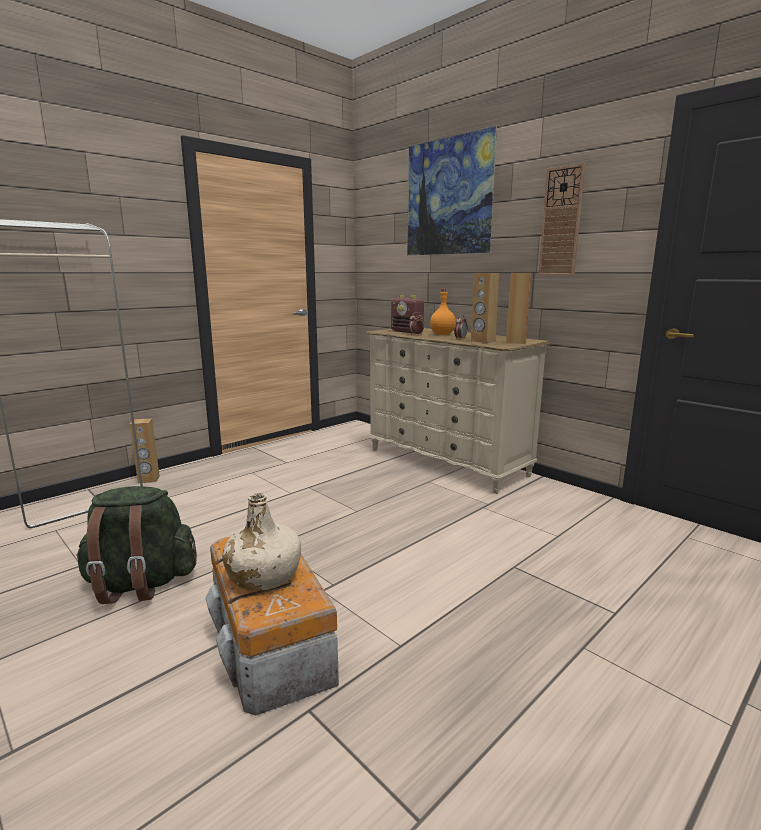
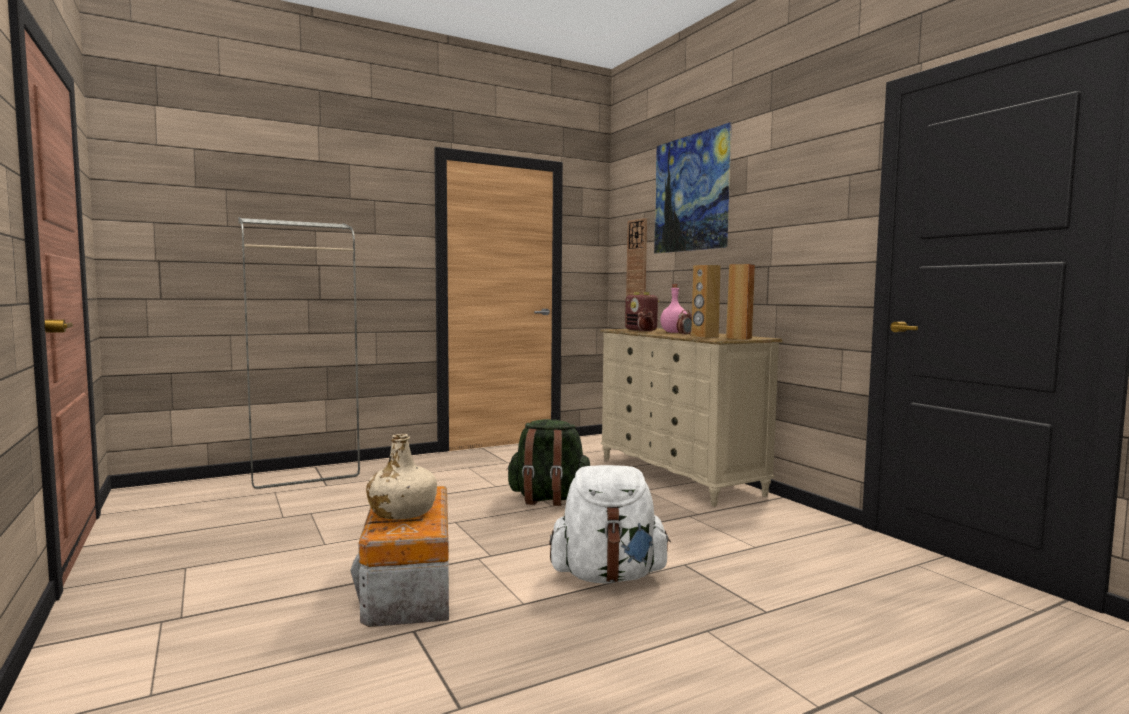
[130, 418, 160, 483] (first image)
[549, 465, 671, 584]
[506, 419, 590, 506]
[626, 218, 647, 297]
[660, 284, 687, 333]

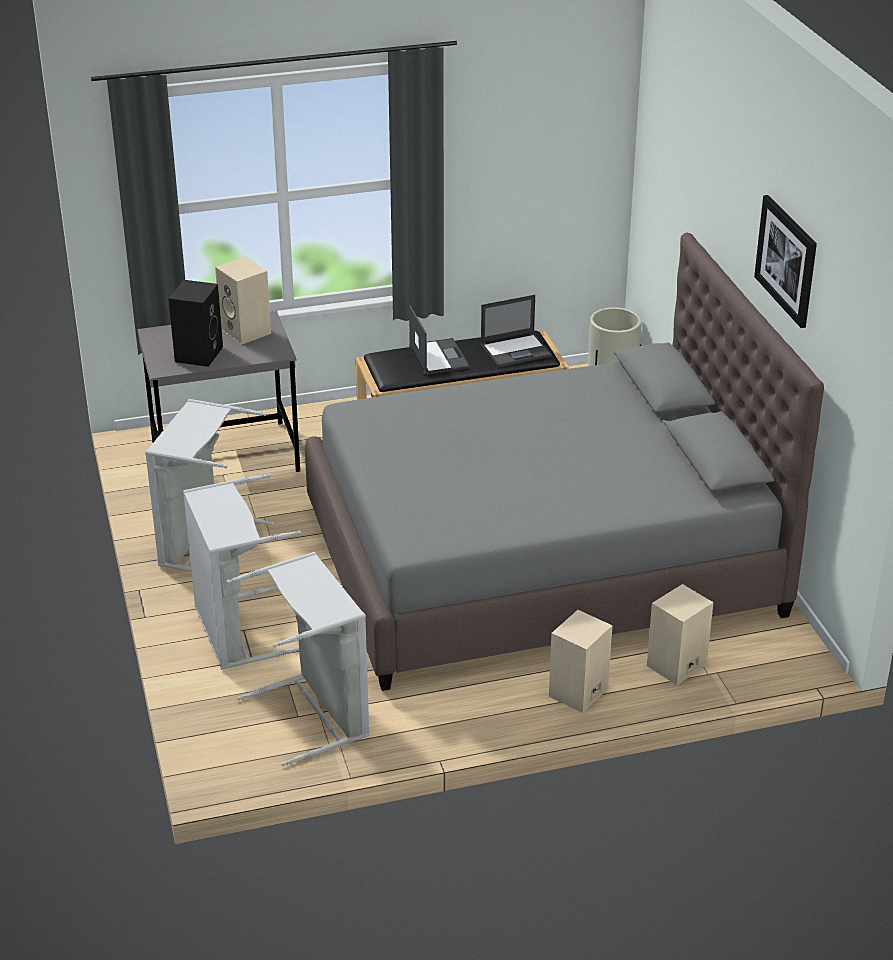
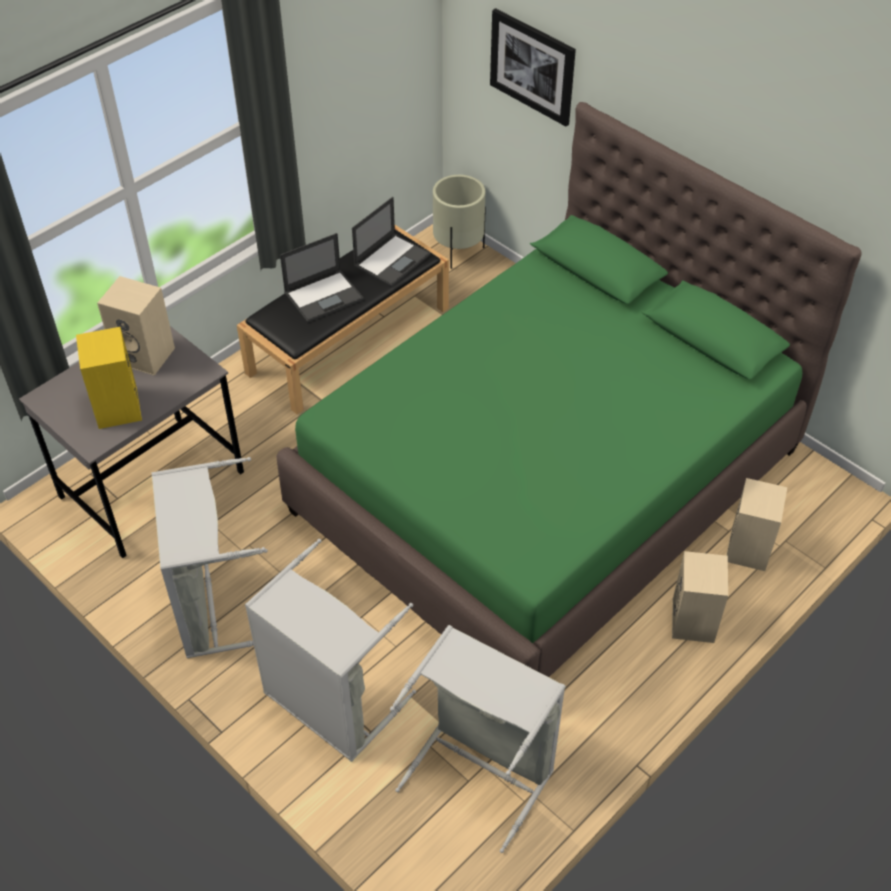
[490, 8, 576, 126]
[76, 327, 142, 429]
[276, 102, 862, 677]
[280, 233, 364, 322]

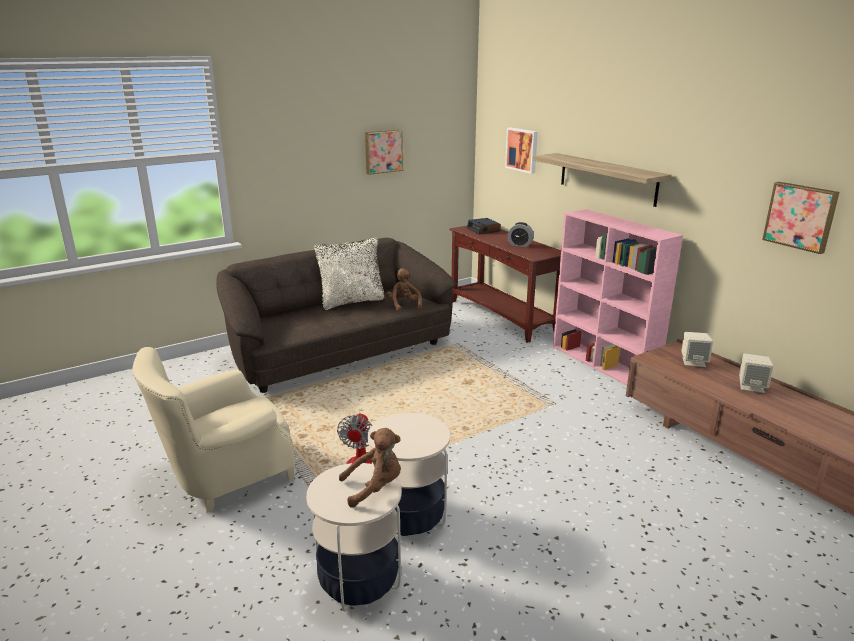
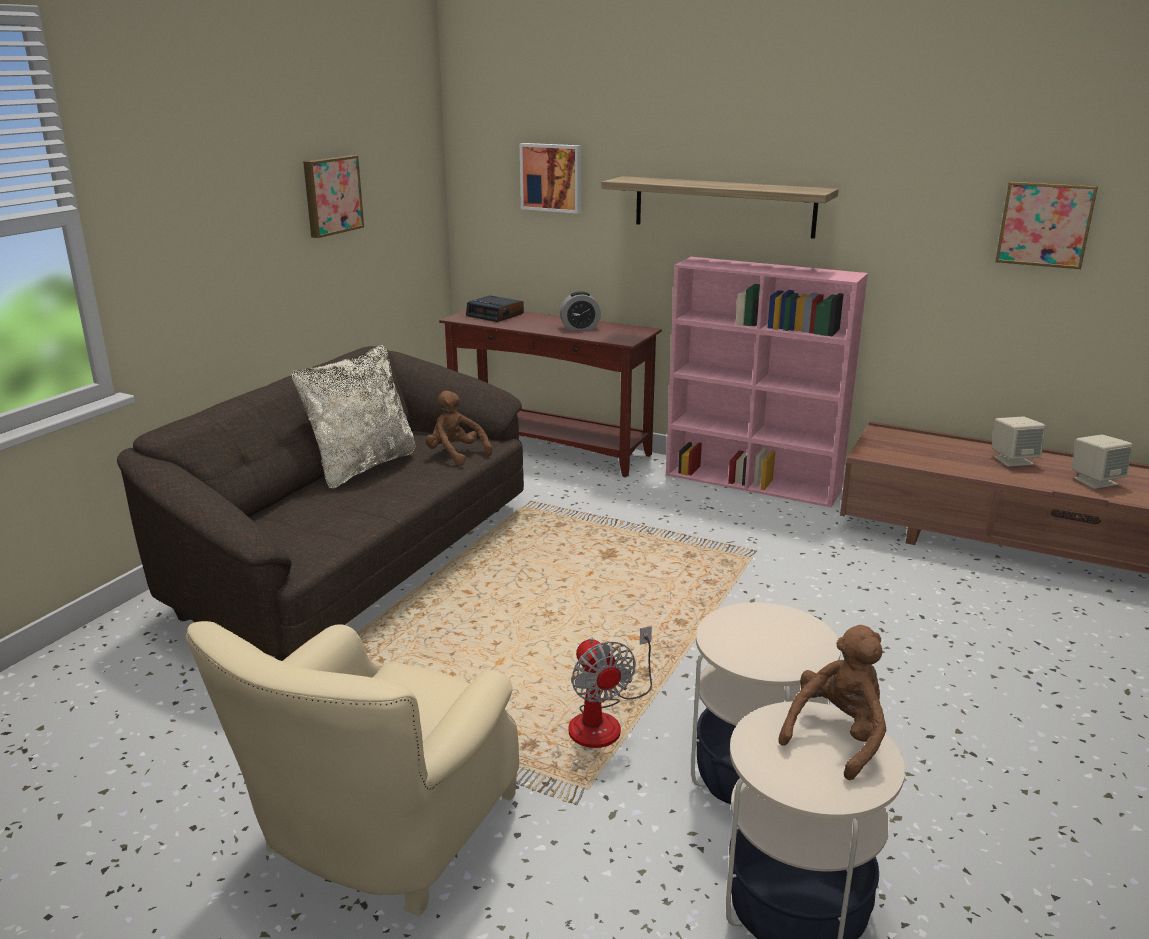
[1072, 434, 1132, 489]

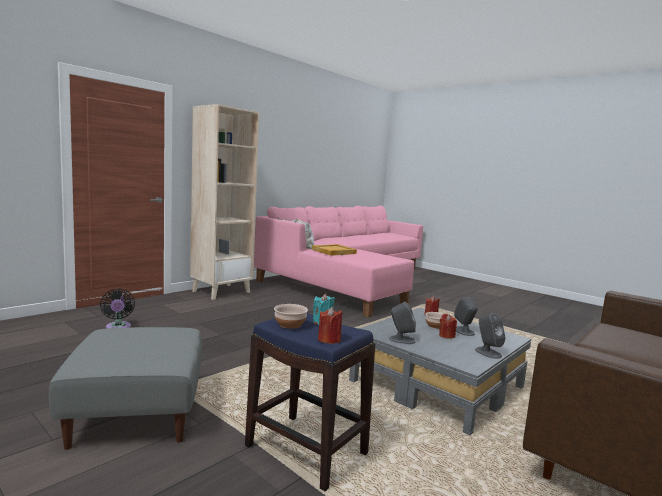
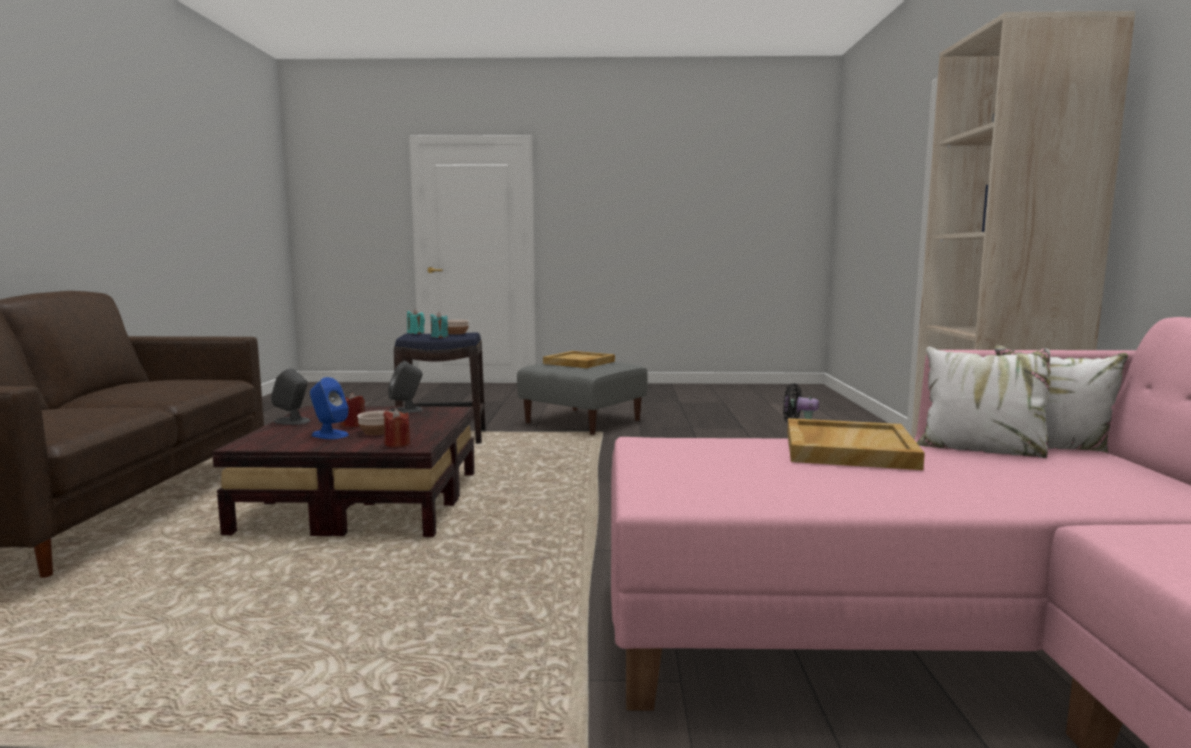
[543, 351, 615, 368]
[407, 309, 425, 334]
[212, 406, 475, 537]
[310, 377, 349, 439]

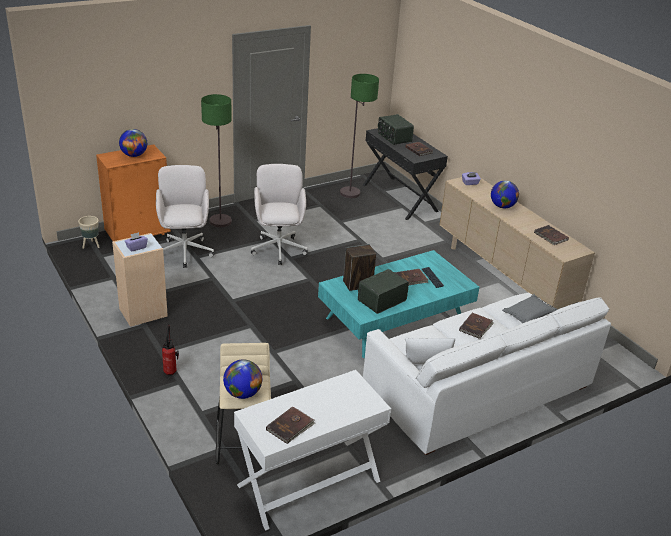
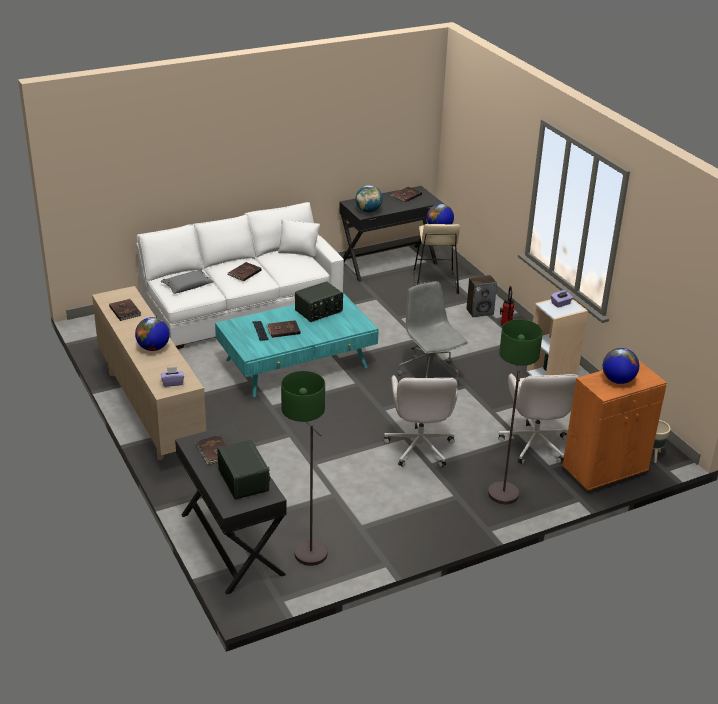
[356, 185, 383, 213]
[397, 281, 468, 382]
[466, 275, 497, 317]
[339, 186, 443, 282]

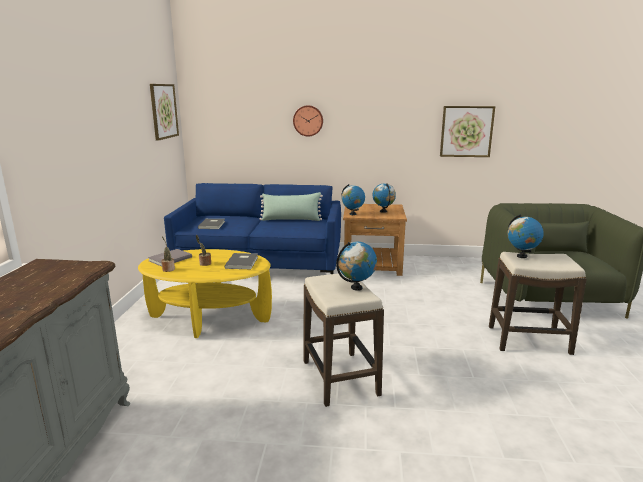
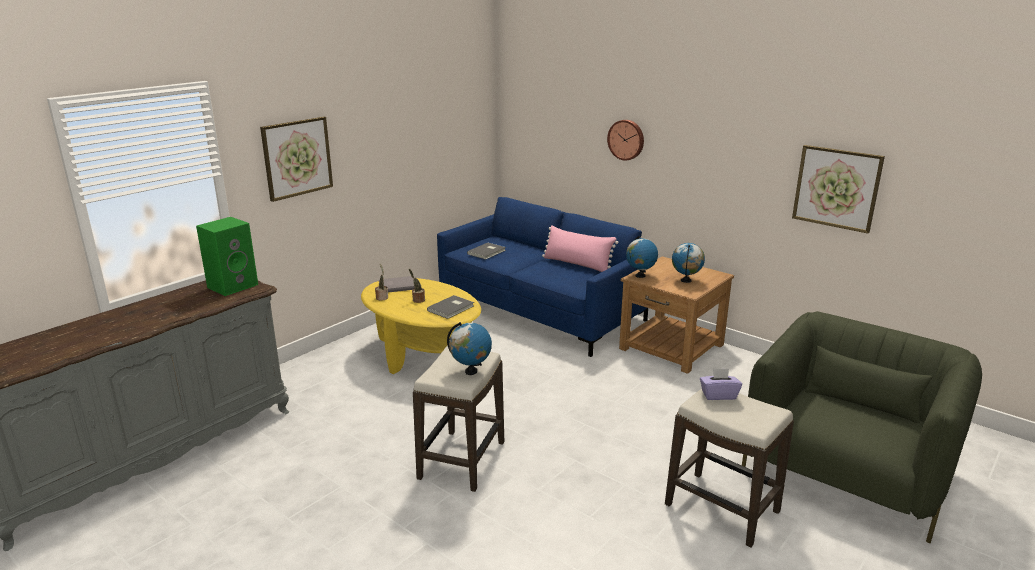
[196, 217, 258, 296]
[260, 116, 333, 202]
[700, 368, 742, 400]
[542, 225, 619, 272]

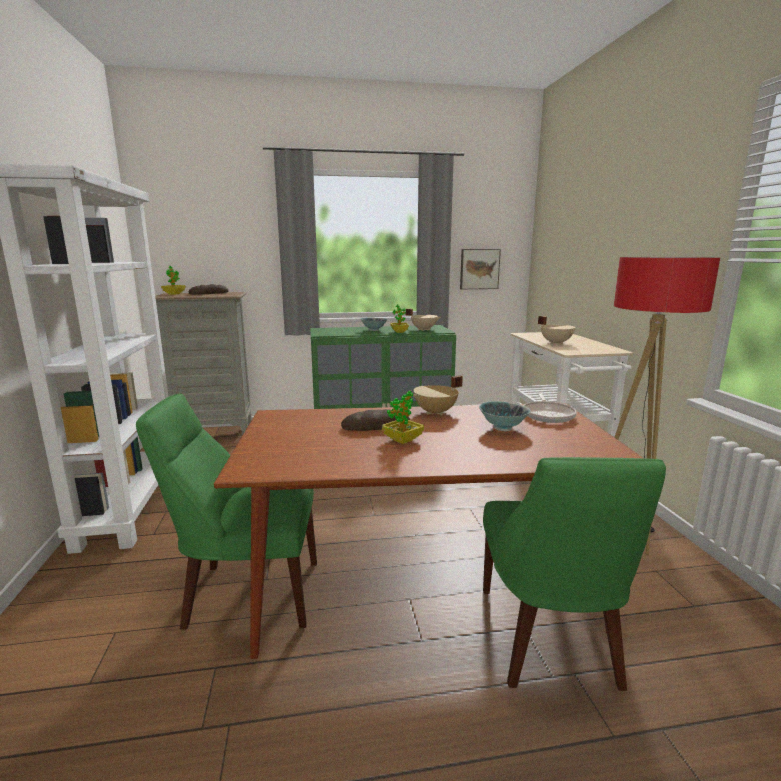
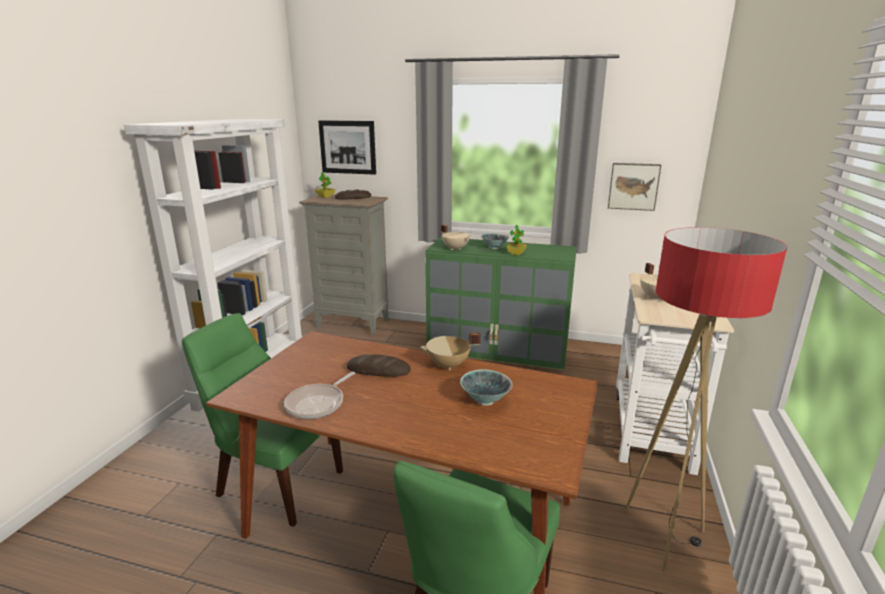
[382, 391, 424, 444] (first image)
[318, 120, 376, 175]
[441, 225, 470, 250]
[284, 372, 355, 419]

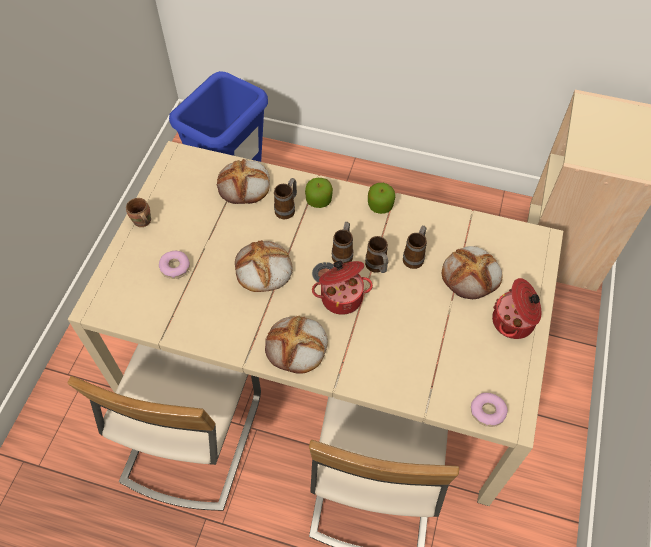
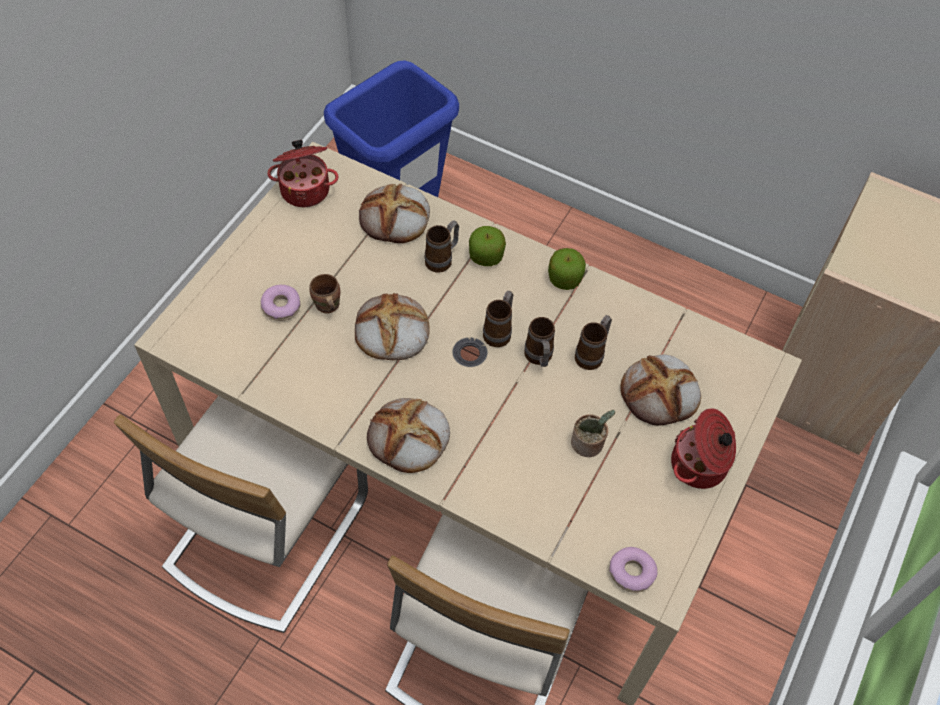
[571, 410, 615, 457]
[309, 274, 340, 313]
[267, 140, 339, 207]

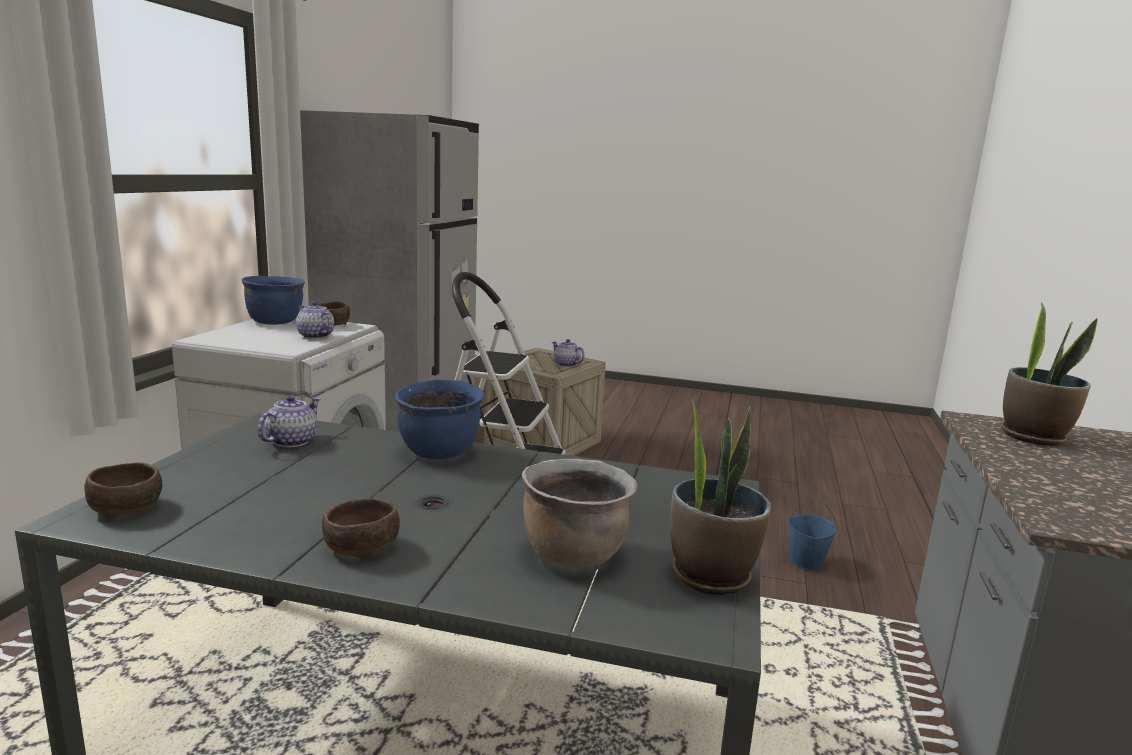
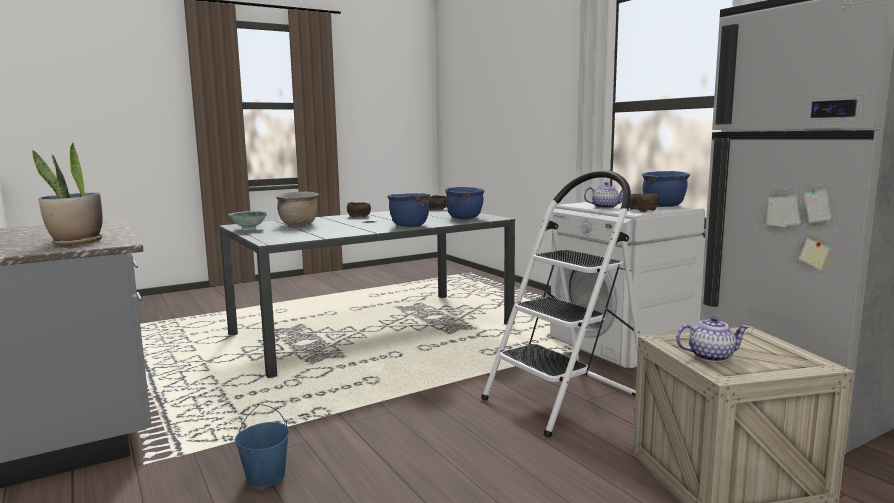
[445, 187, 485, 219]
[229, 211, 267, 230]

